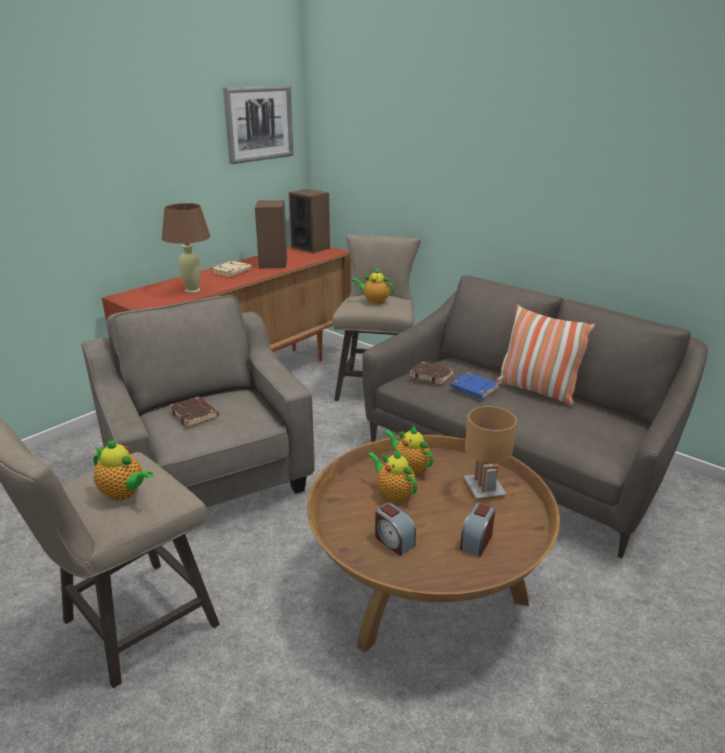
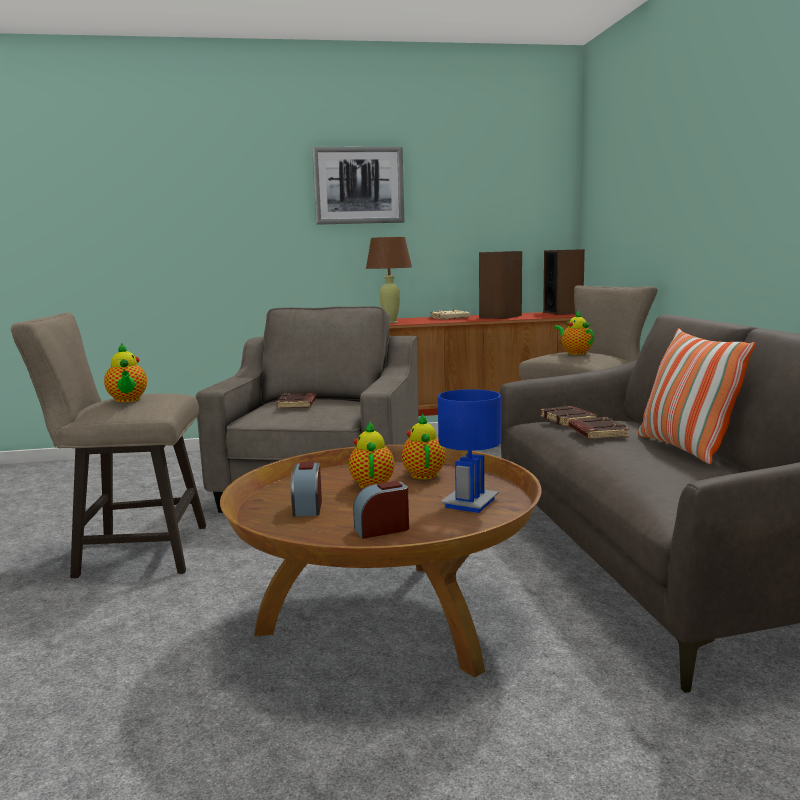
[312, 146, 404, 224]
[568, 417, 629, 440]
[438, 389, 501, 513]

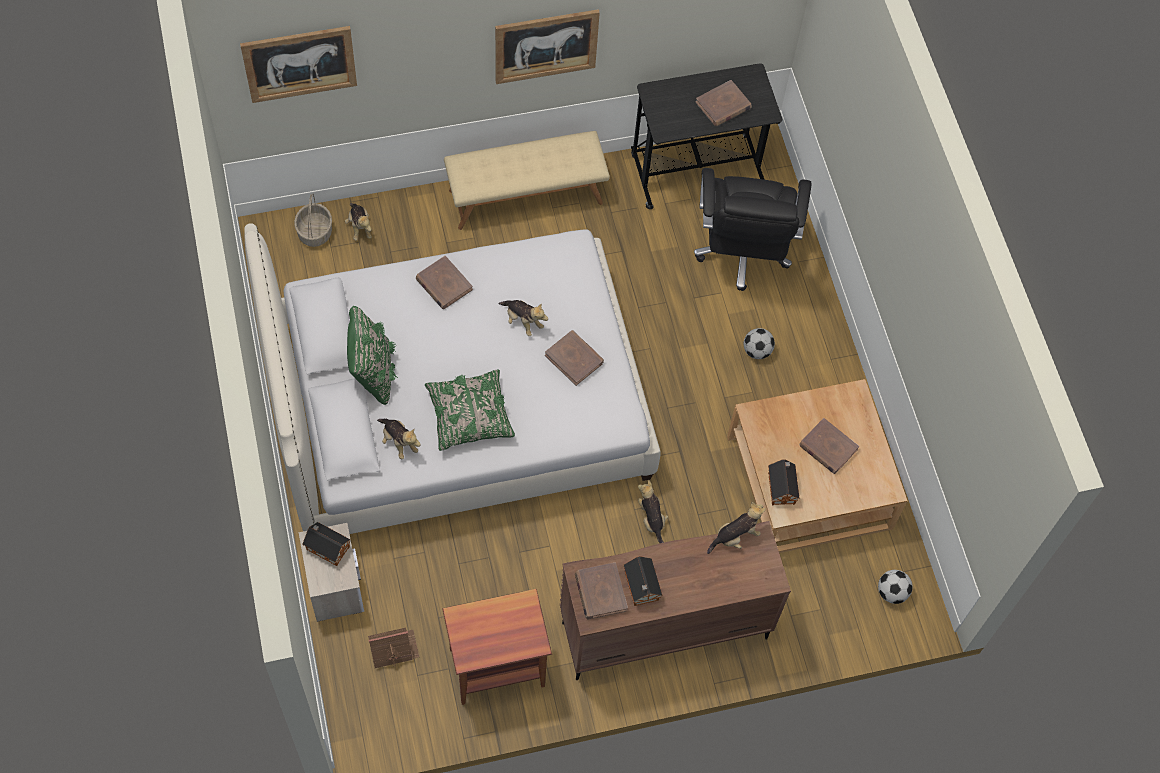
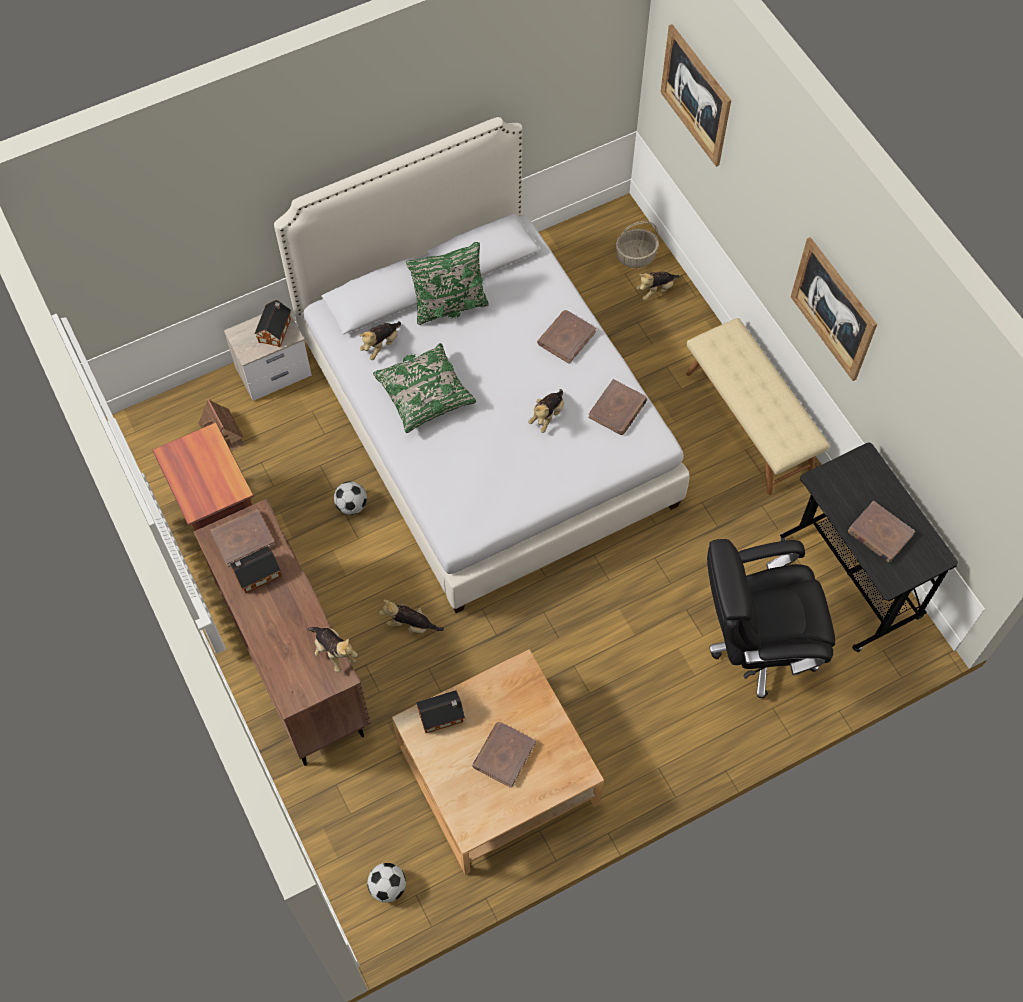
[588, 379, 647, 435]
[334, 481, 367, 515]
[379, 600, 444, 633]

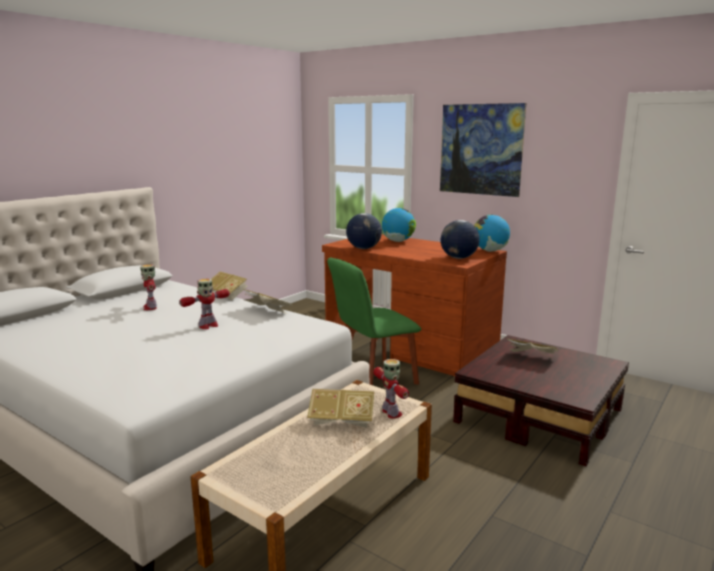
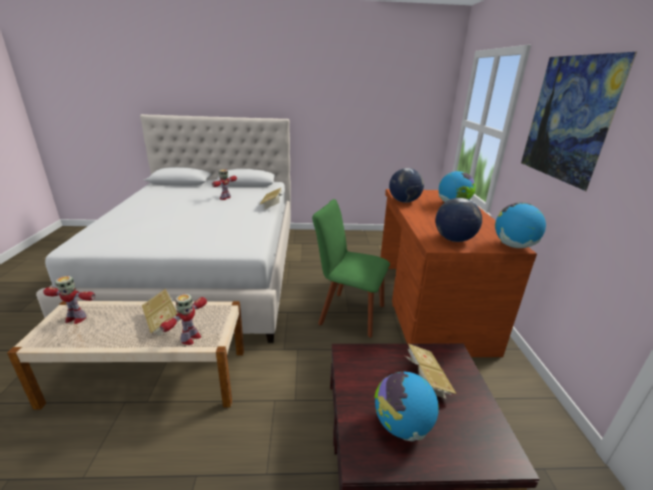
[244, 289, 293, 314] (first image)
[374, 372, 439, 441]
[43, 276, 95, 324]

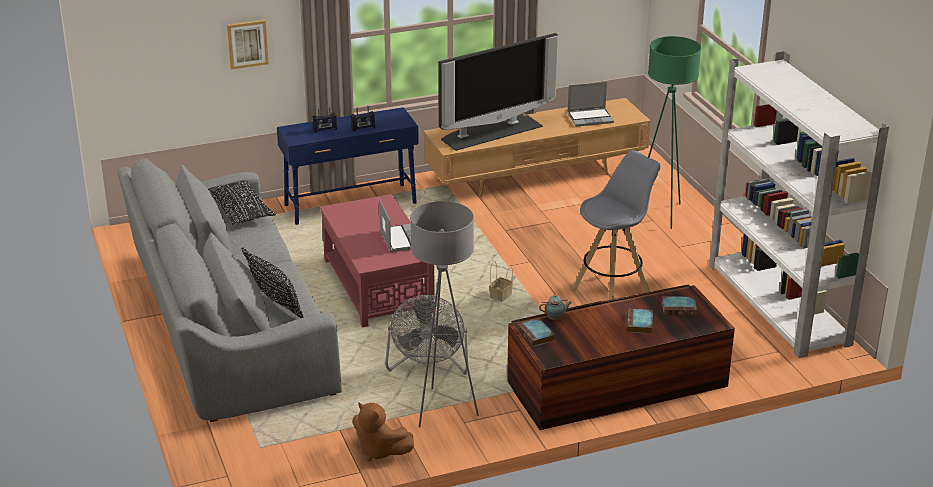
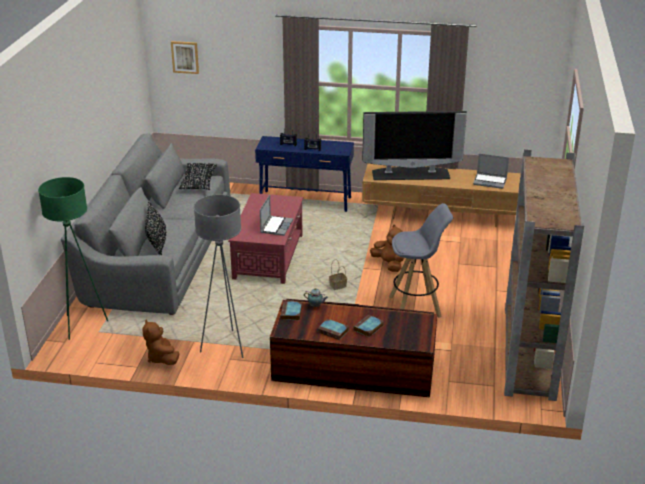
[385, 295, 468, 375] (first image)
[370, 225, 404, 272]
[171, 41, 199, 74]
[38, 177, 108, 340]
[317, 319, 349, 340]
[504, 149, 584, 401]

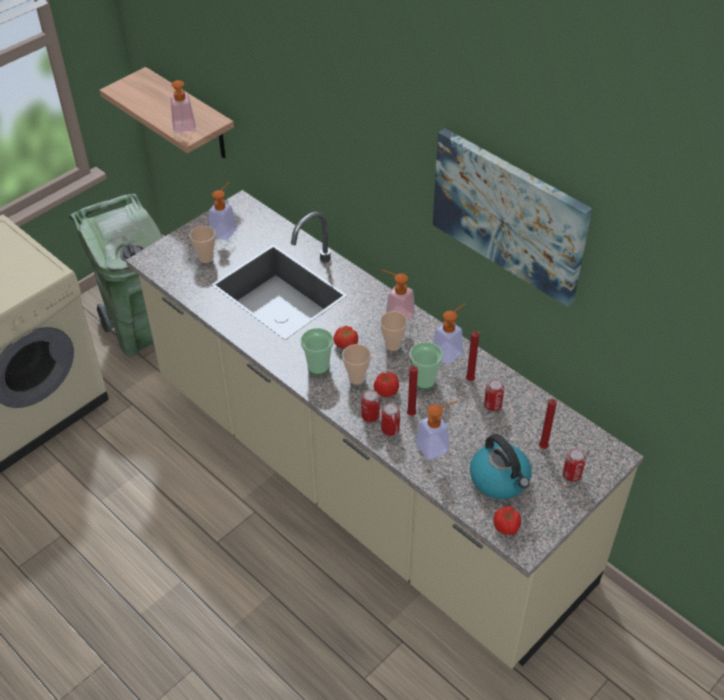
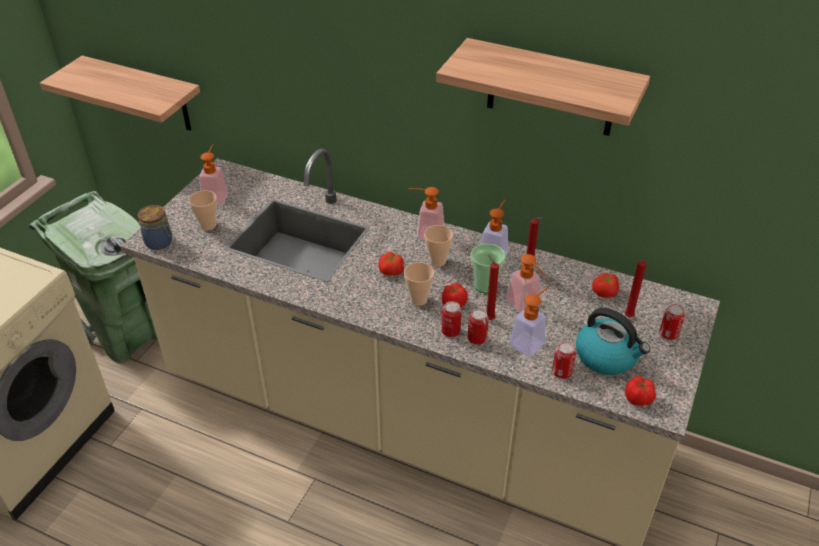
[301, 328, 333, 375] (first image)
[138, 205, 172, 250]
[592, 273, 619, 298]
[506, 254, 545, 313]
[552, 341, 576, 379]
[436, 38, 650, 136]

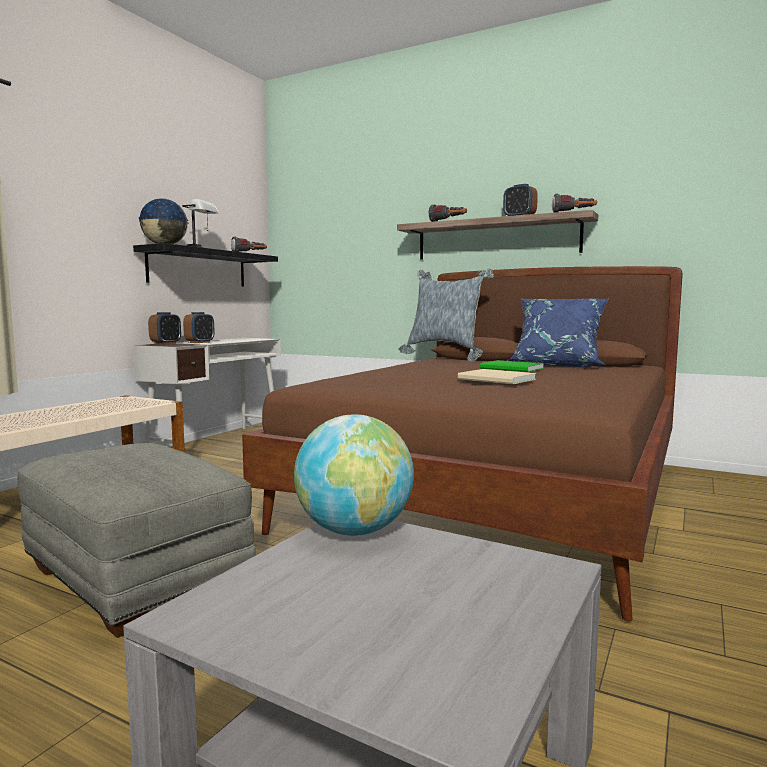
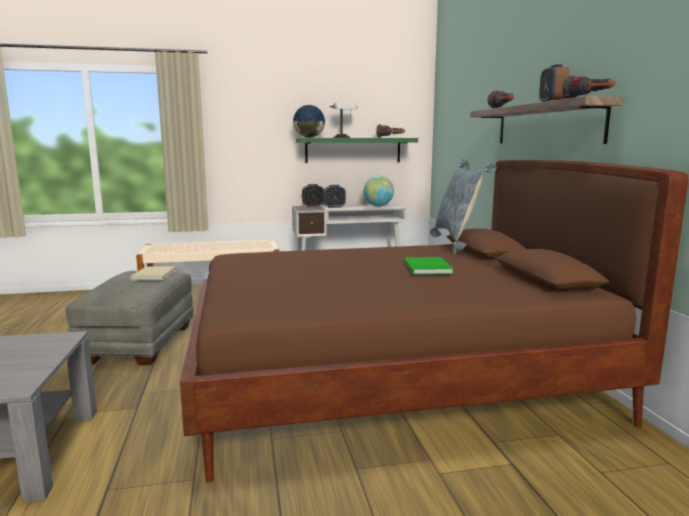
[507, 298, 609, 367] (first image)
[364, 176, 394, 206]
[130, 266, 176, 280]
[296, 138, 418, 163]

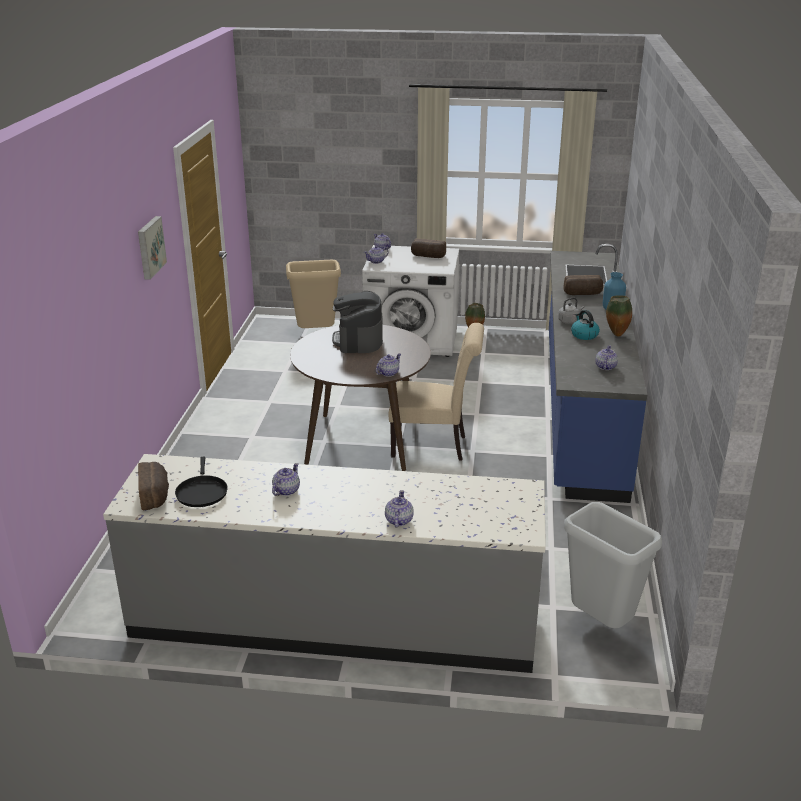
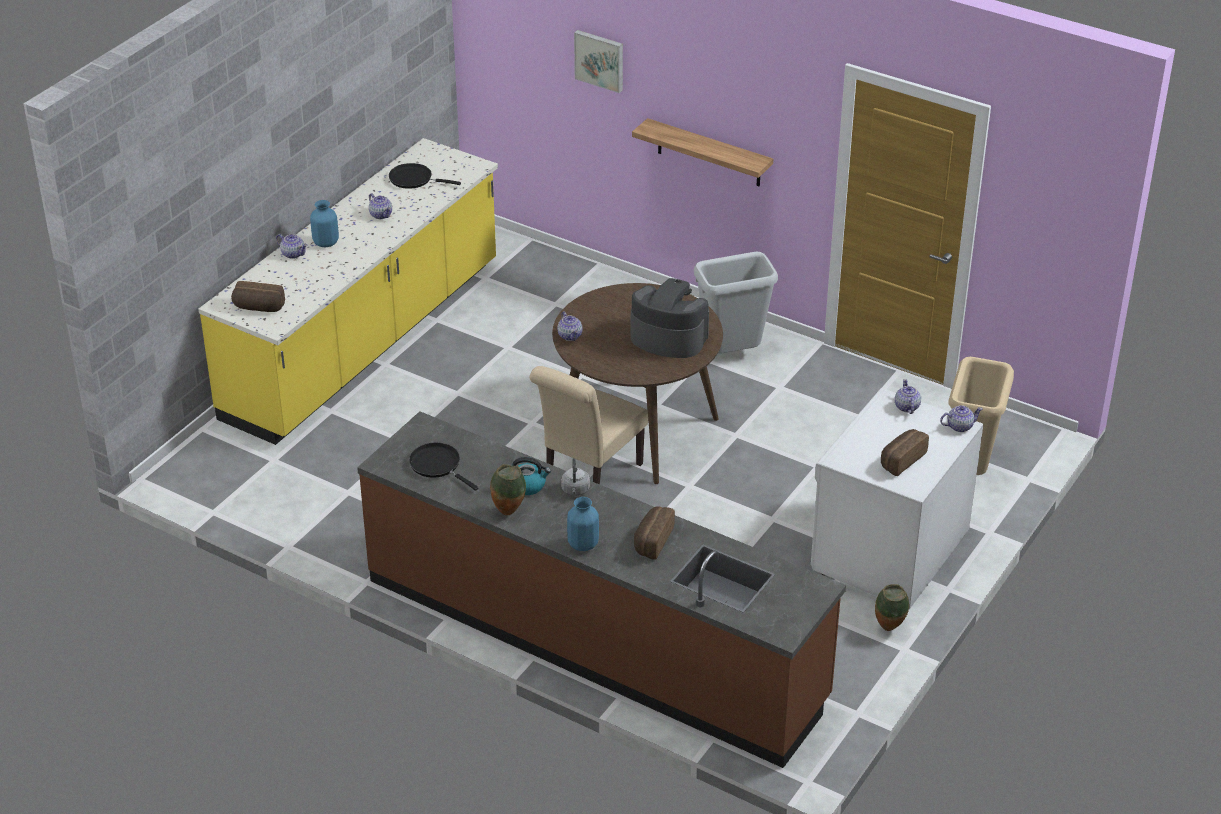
[310, 200, 339, 247]
[632, 118, 773, 186]
[574, 30, 623, 93]
[231, 281, 285, 312]
[694, 252, 778, 354]
[409, 443, 479, 491]
[198, 138, 498, 445]
[357, 411, 846, 768]

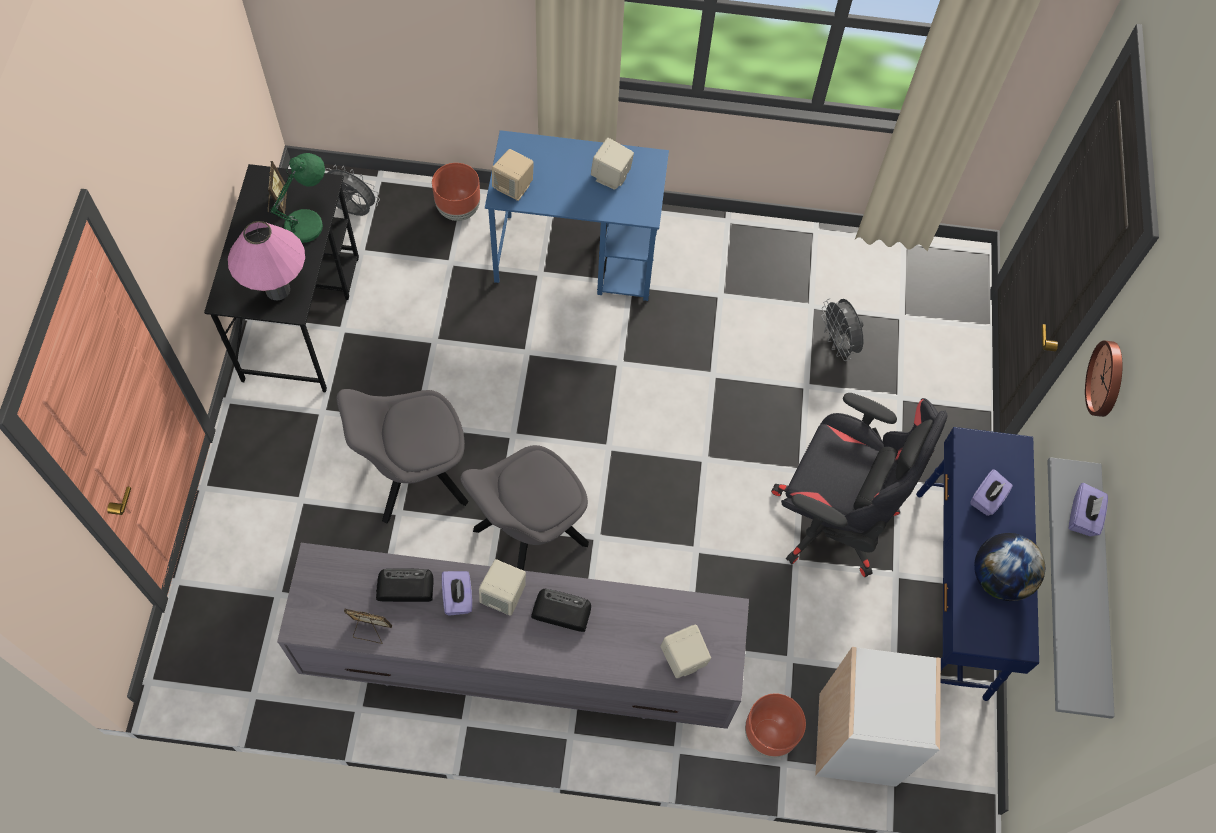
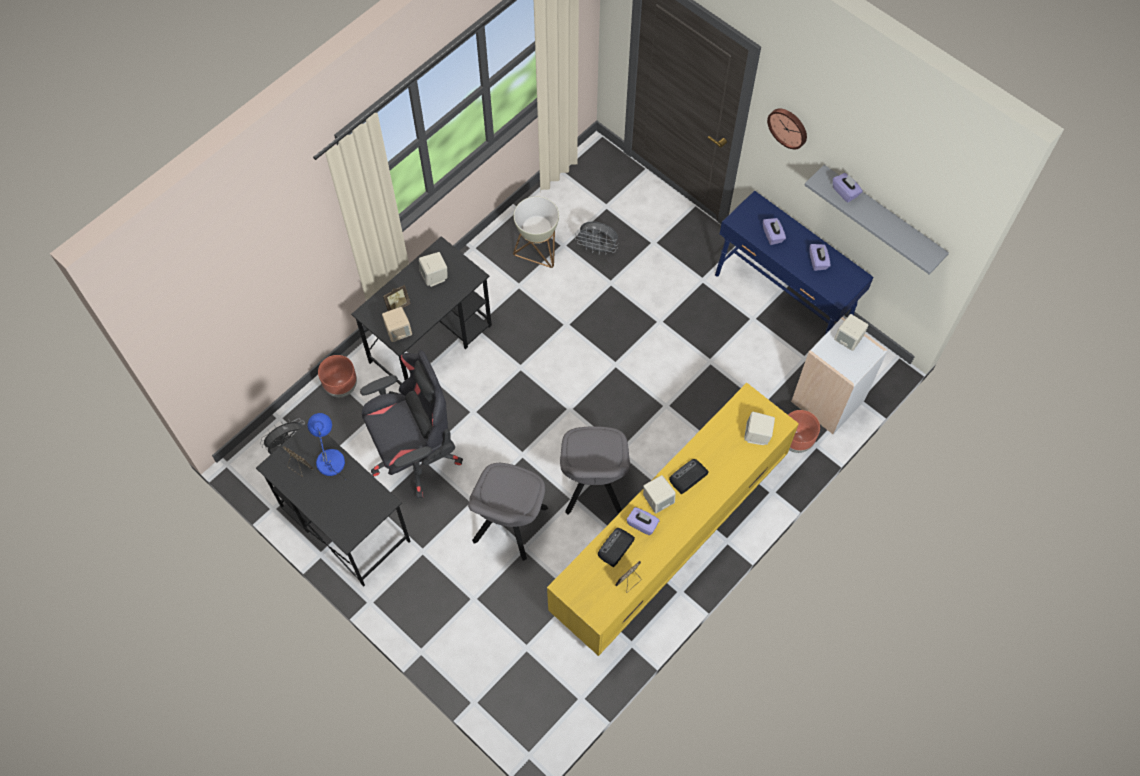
[228, 221, 305, 300] (first image)
[383, 284, 411, 311]
[513, 196, 559, 268]
[834, 314, 869, 351]
[360, 350, 463, 499]
[809, 244, 830, 271]
[308, 413, 345, 479]
[547, 383, 799, 656]
[351, 236, 492, 385]

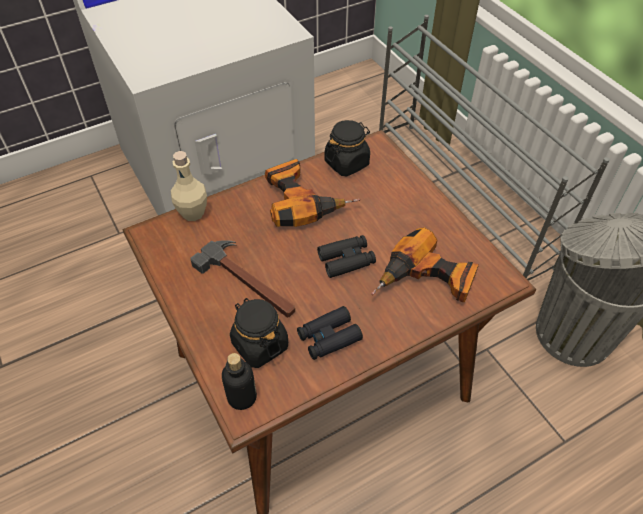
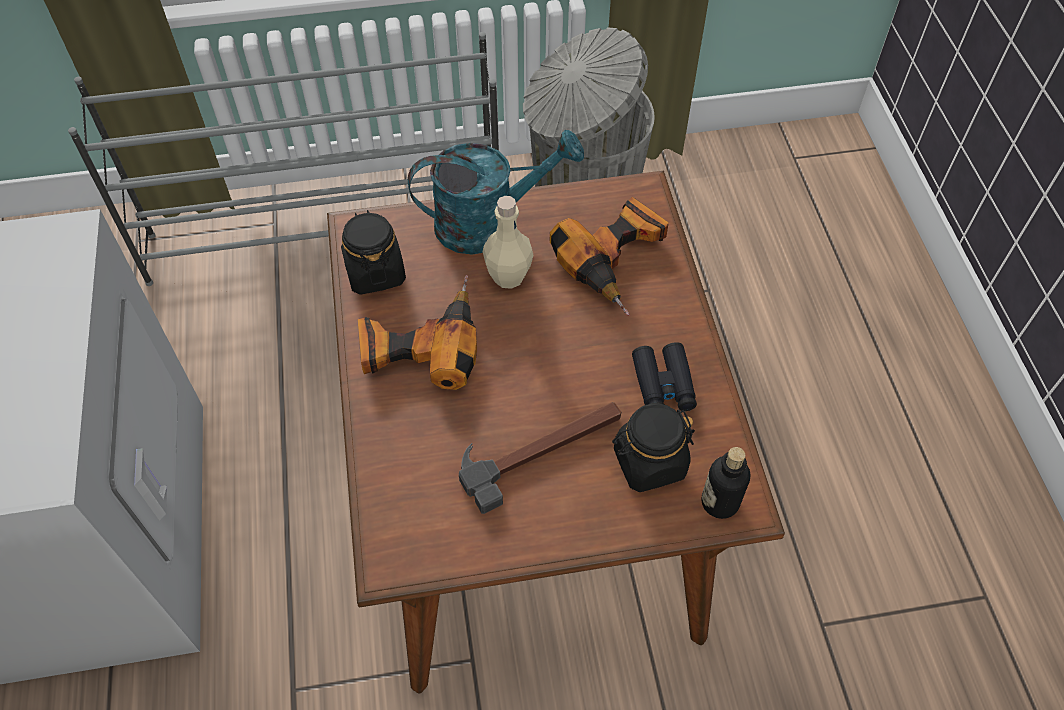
[317, 235, 376, 278] (first image)
[408, 130, 584, 255]
[483, 196, 534, 289]

